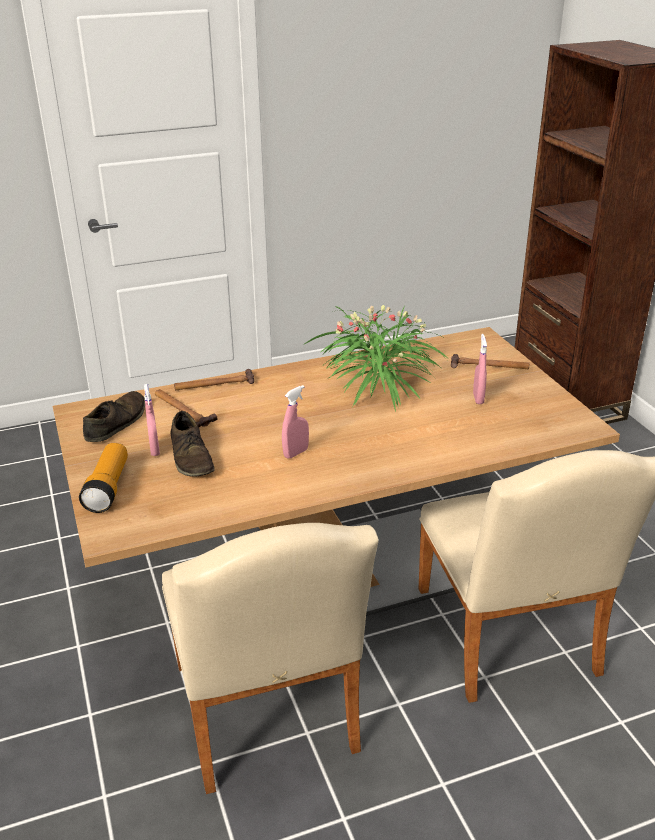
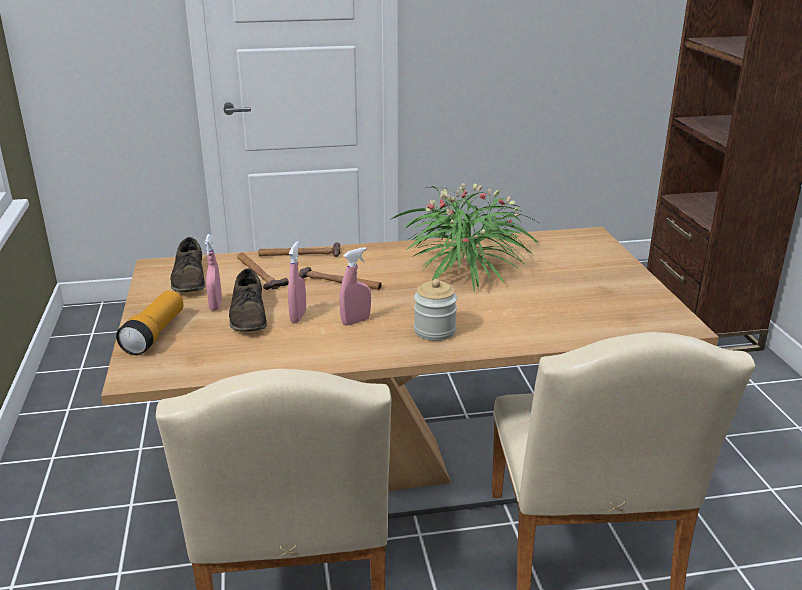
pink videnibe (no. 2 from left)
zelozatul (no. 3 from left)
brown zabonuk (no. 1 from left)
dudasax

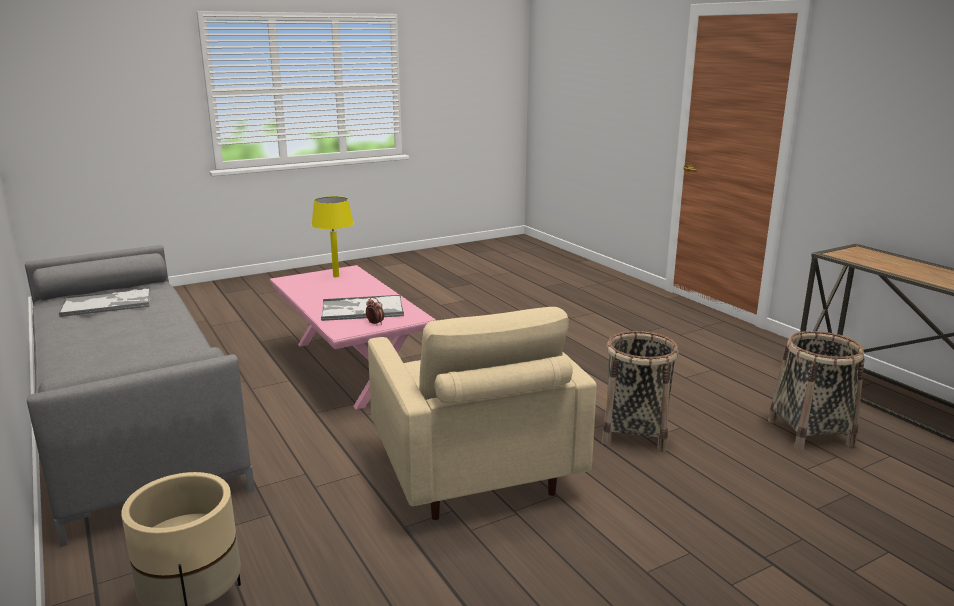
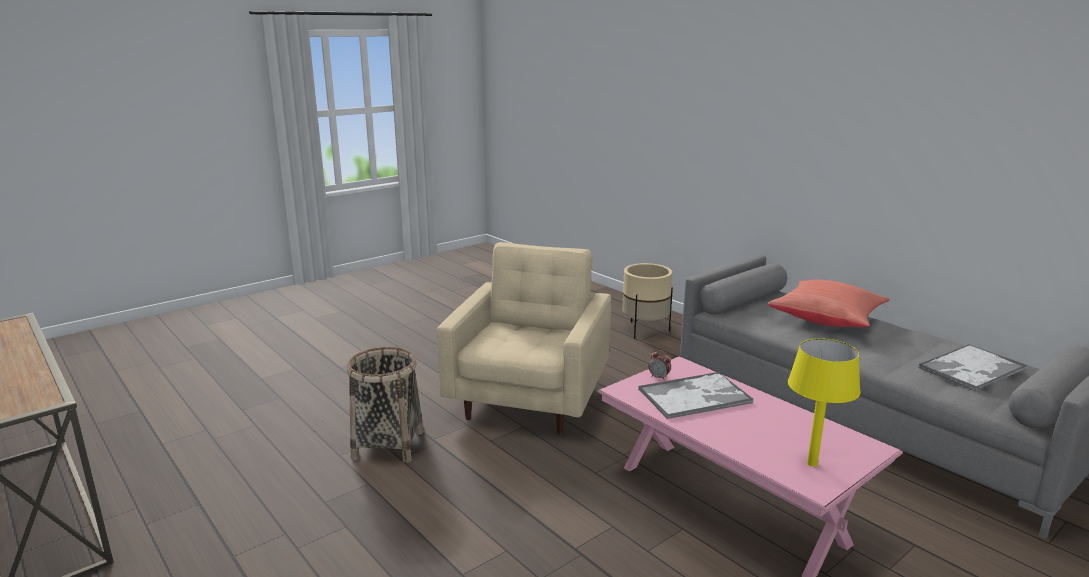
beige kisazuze
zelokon (no. 2 from left in the first image)
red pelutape

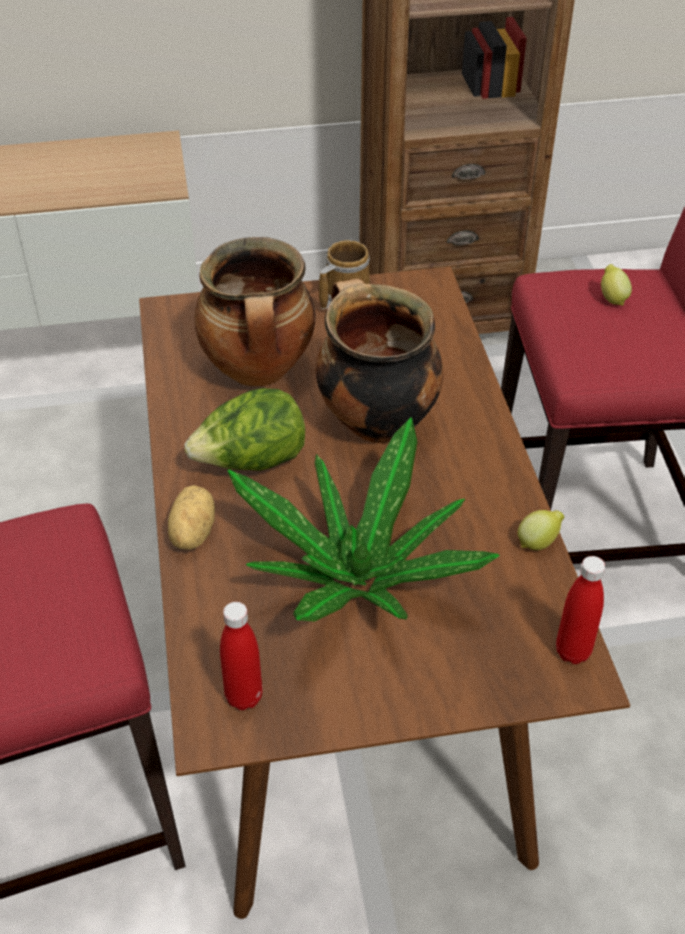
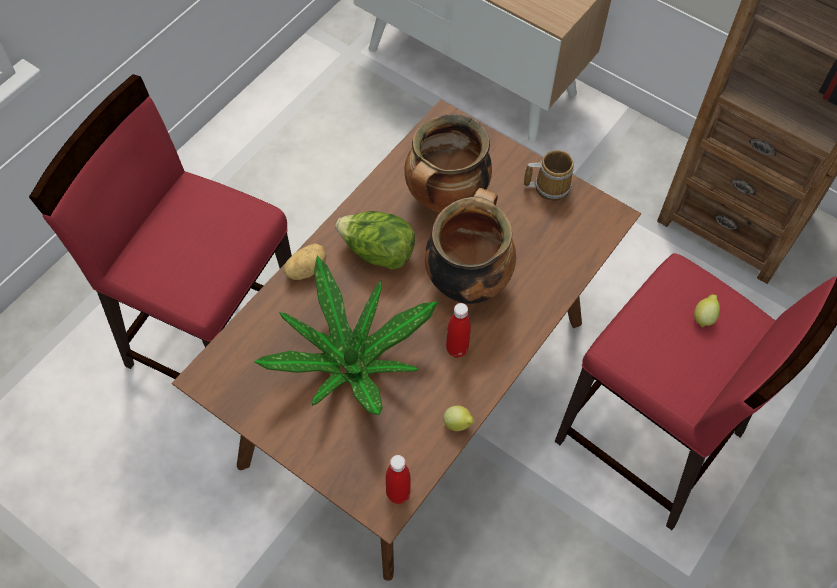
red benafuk (no. 2 from left)

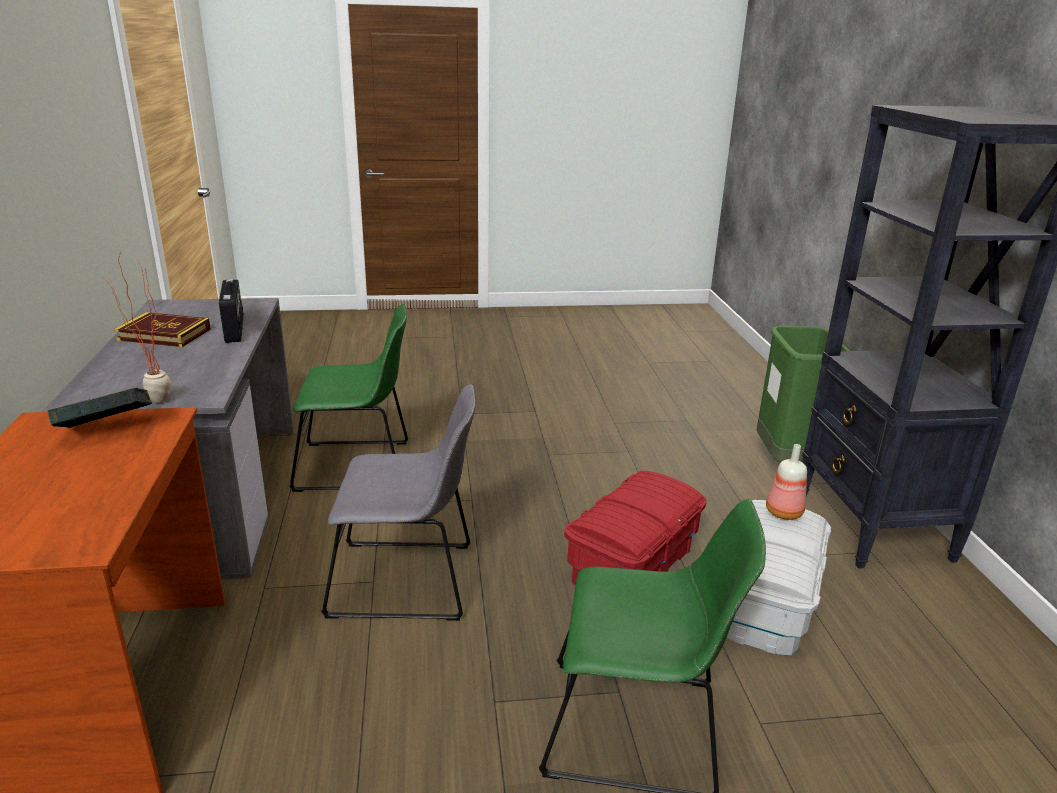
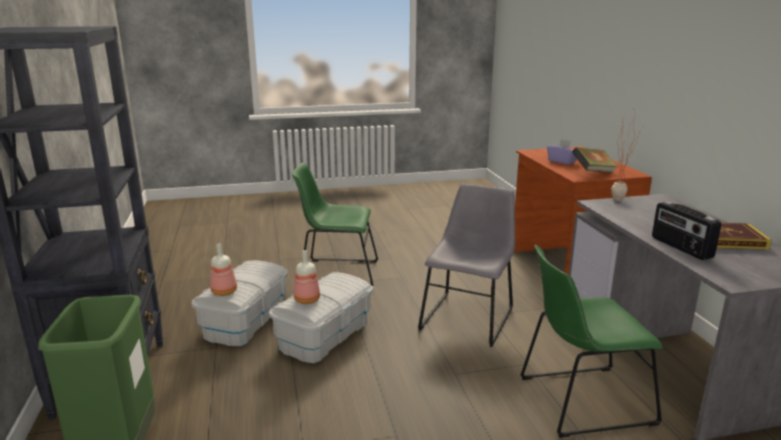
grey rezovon
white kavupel (no. 2 from left)
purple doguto
benafuk (no. 2 from left)

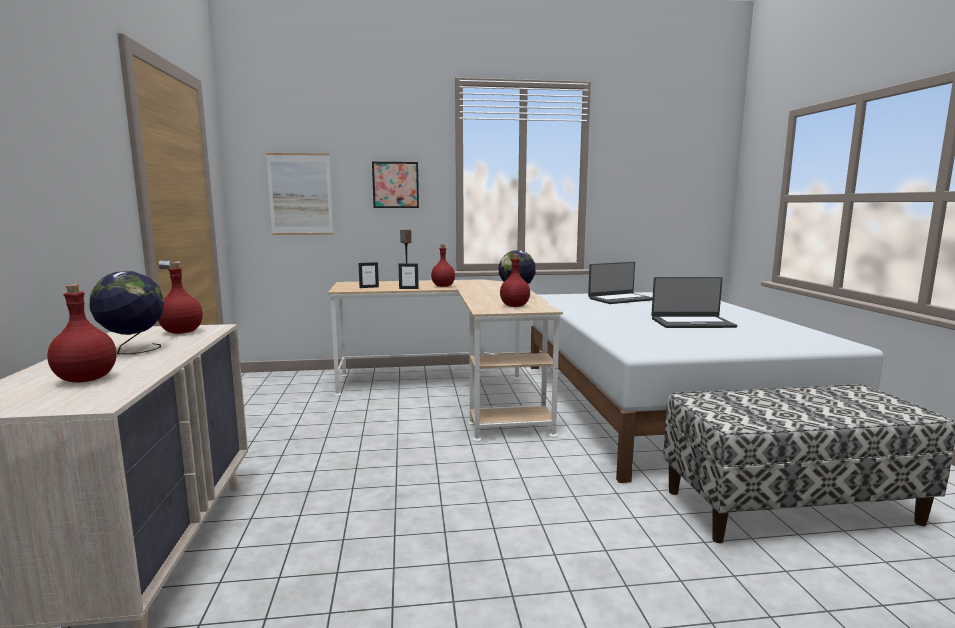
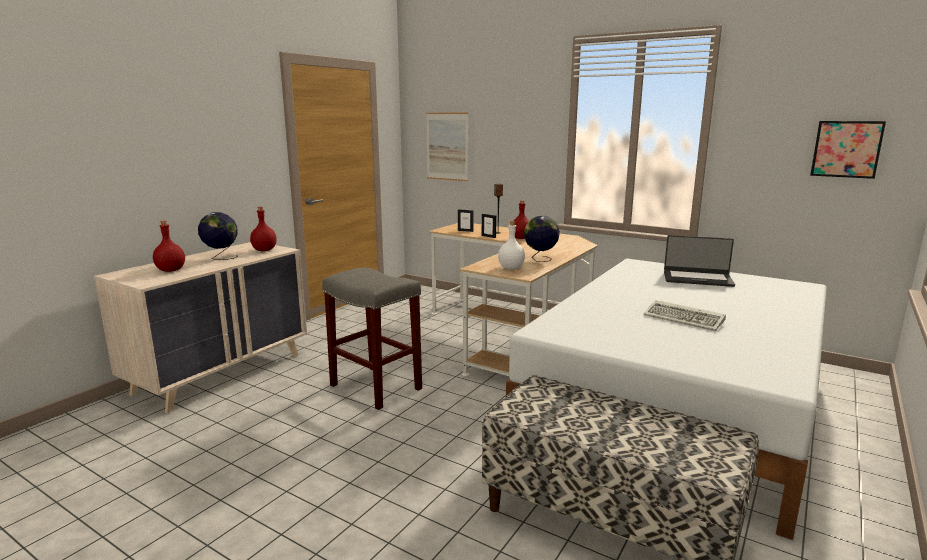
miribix (no. 2 from left)
white benafuk
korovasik
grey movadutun

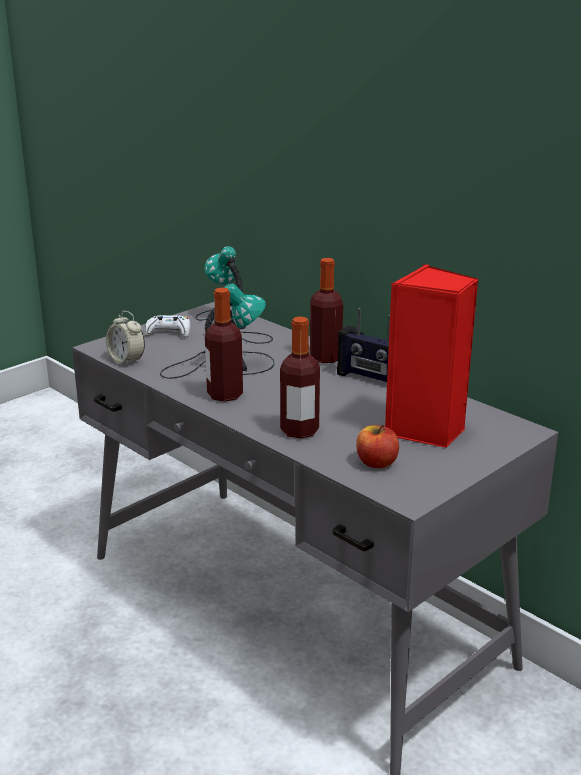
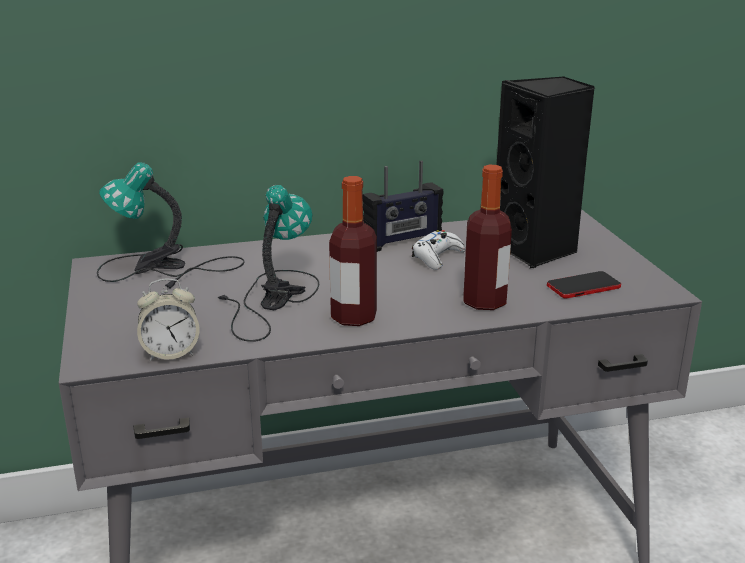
benafuk (no. 3 from left in the first image)
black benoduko
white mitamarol
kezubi

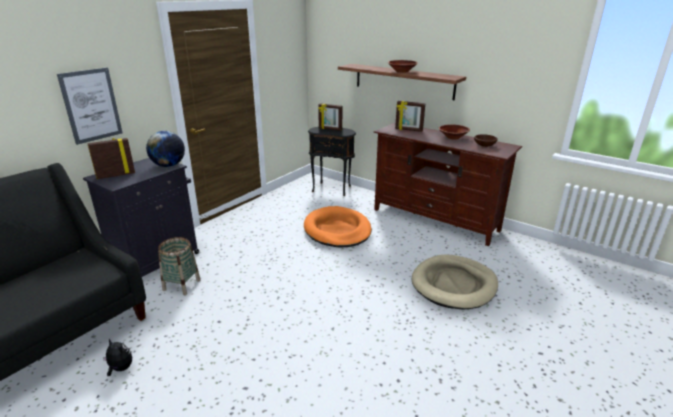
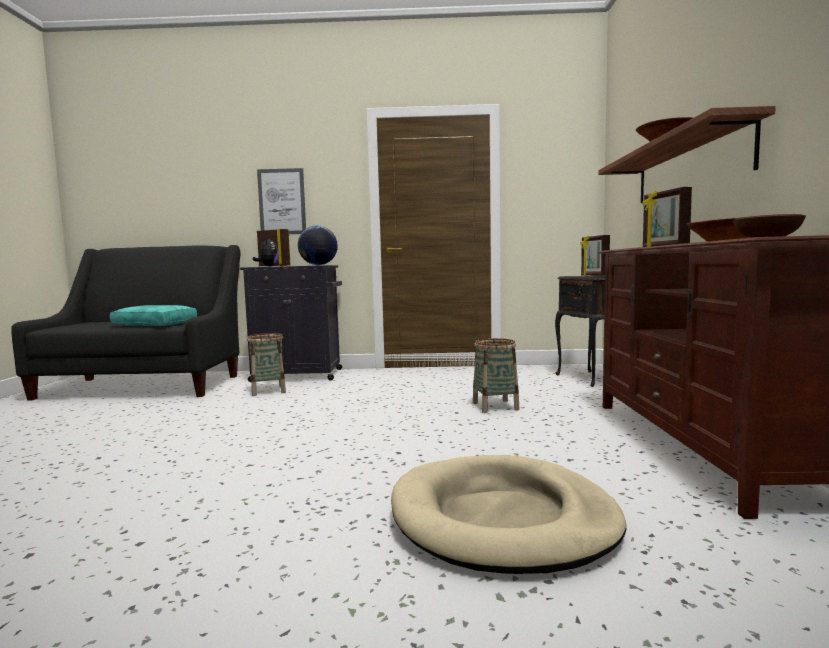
zelokon (no. 2 from left)
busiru
turquoise pelutape

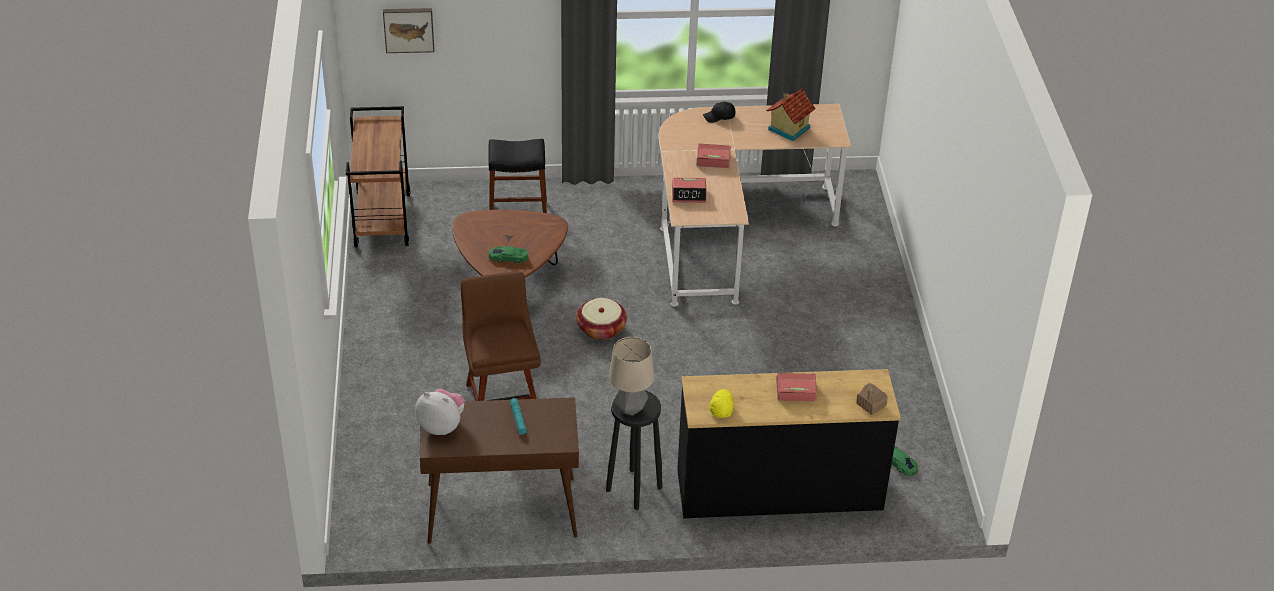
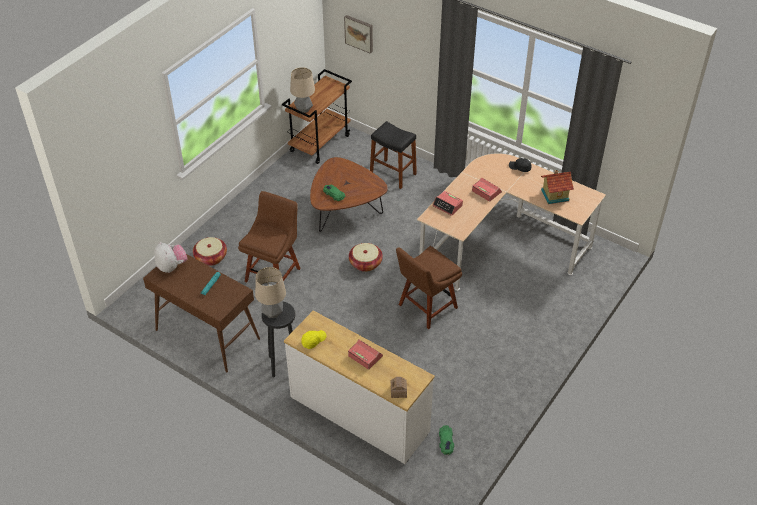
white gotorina
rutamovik (no. 2 from left)
zelokon (no. 1 from left)
brown rezovon (no. 2 from left)

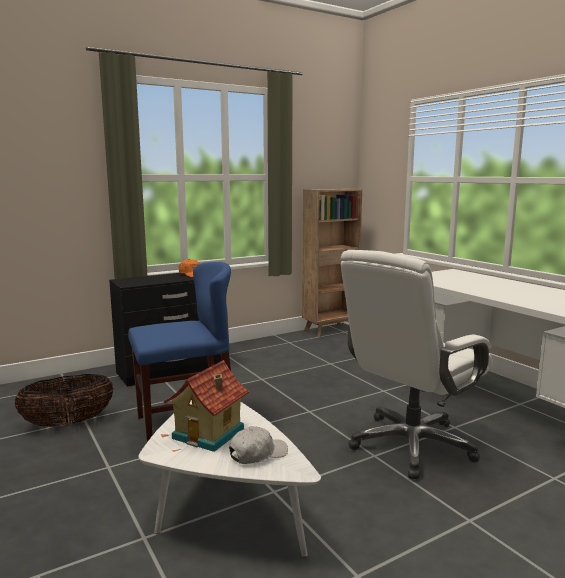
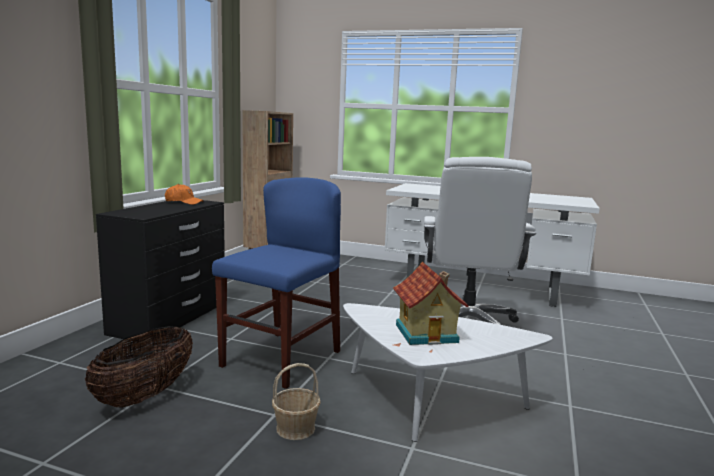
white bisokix
zelokon (no. 2 from left)

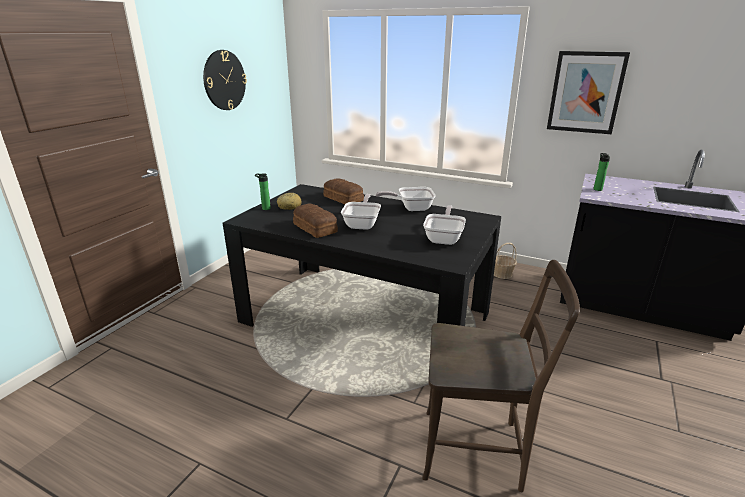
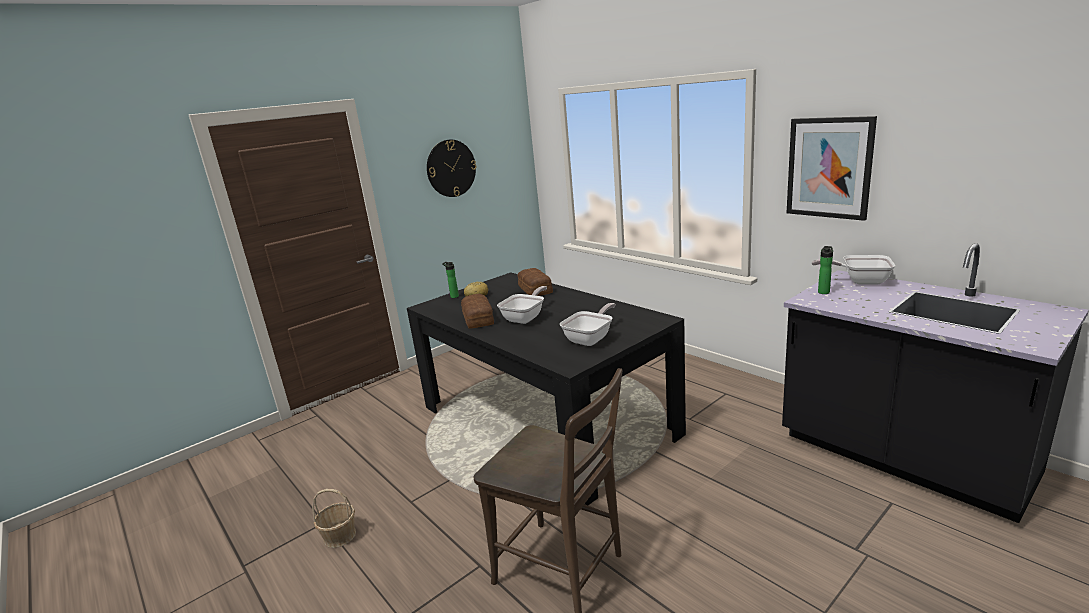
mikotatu (no. 3 from left)
zelokon

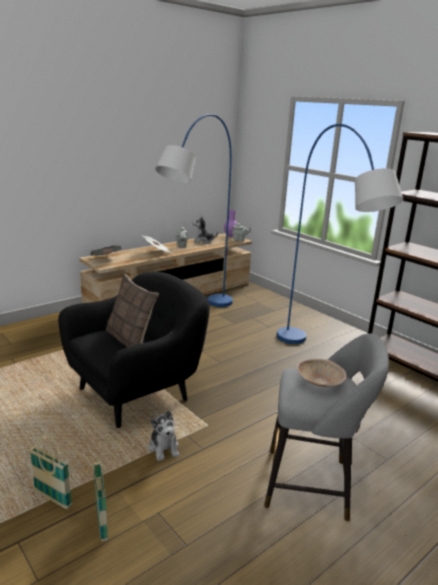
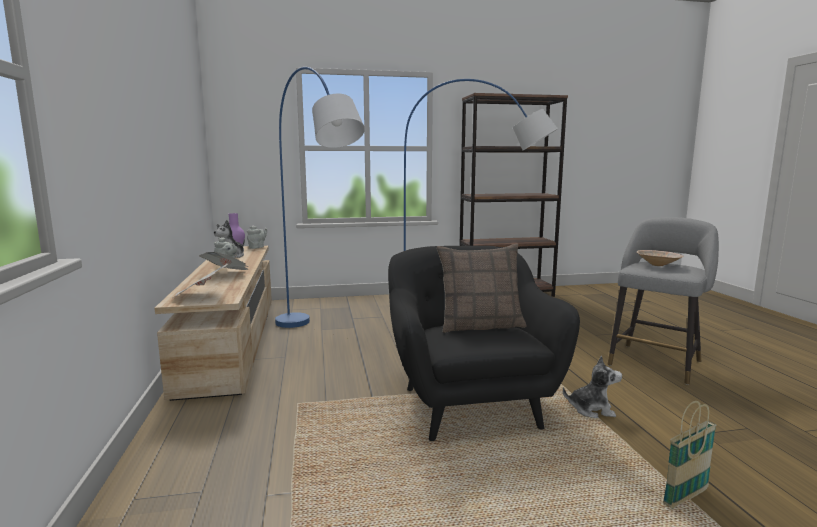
zelokon (no. 2 from left in the first image)

